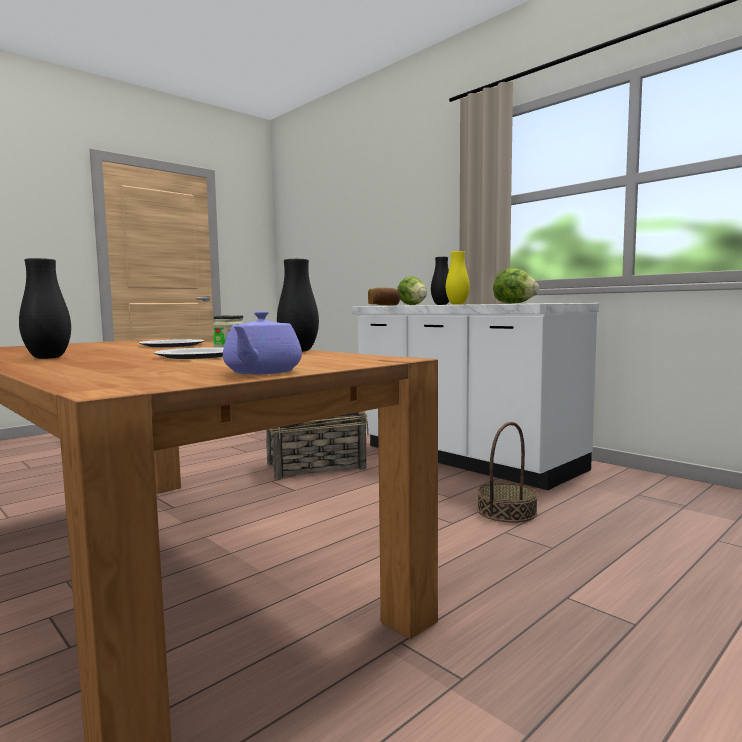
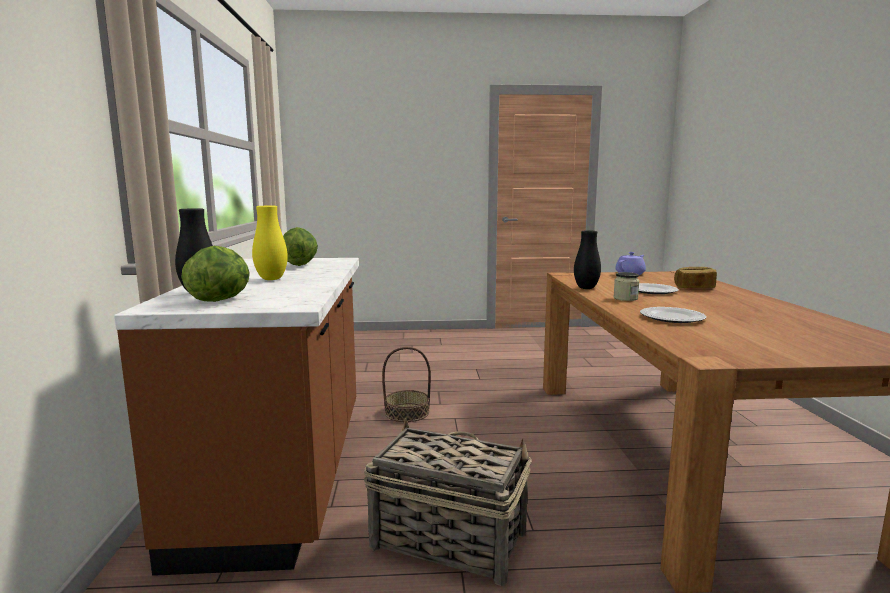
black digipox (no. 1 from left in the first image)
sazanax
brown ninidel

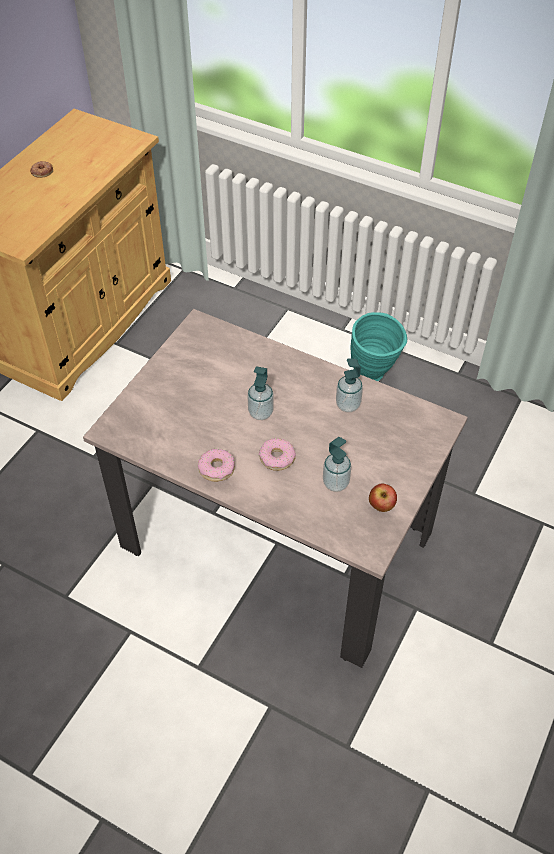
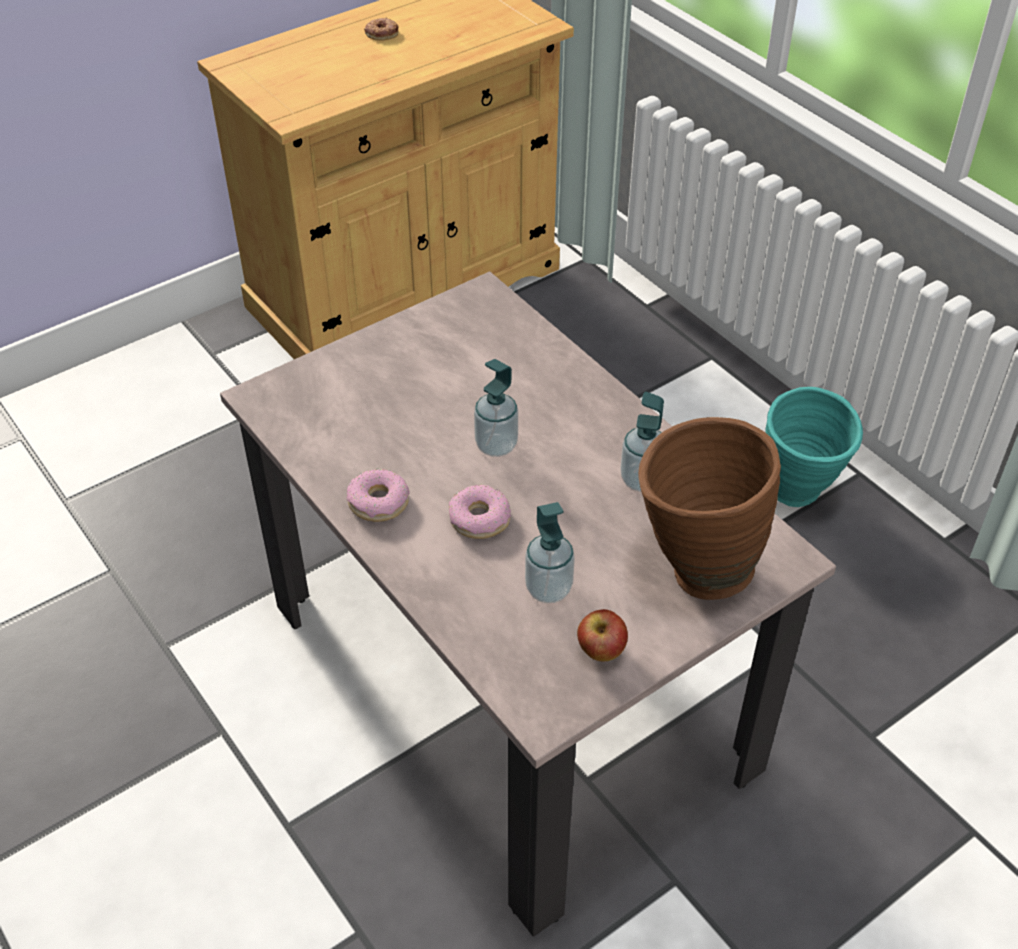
brown digipox

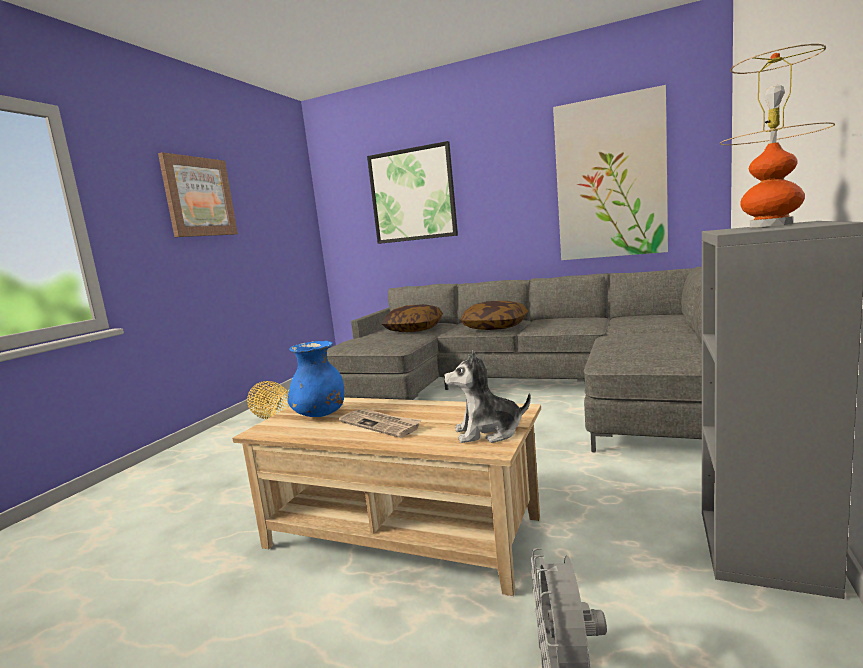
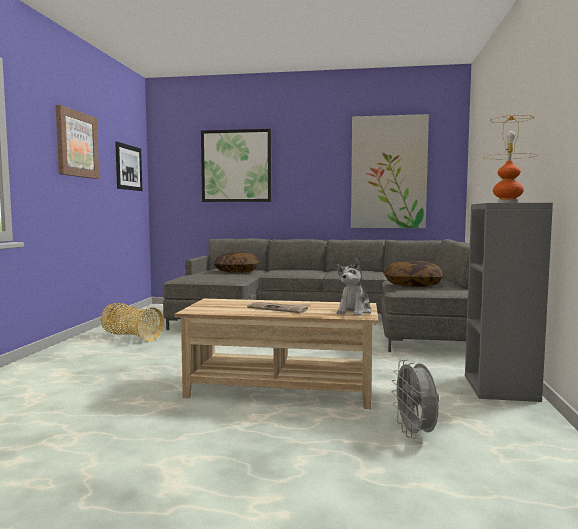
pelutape (no. 2 from left)
blue digipox
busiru
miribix (no. 2 from left)

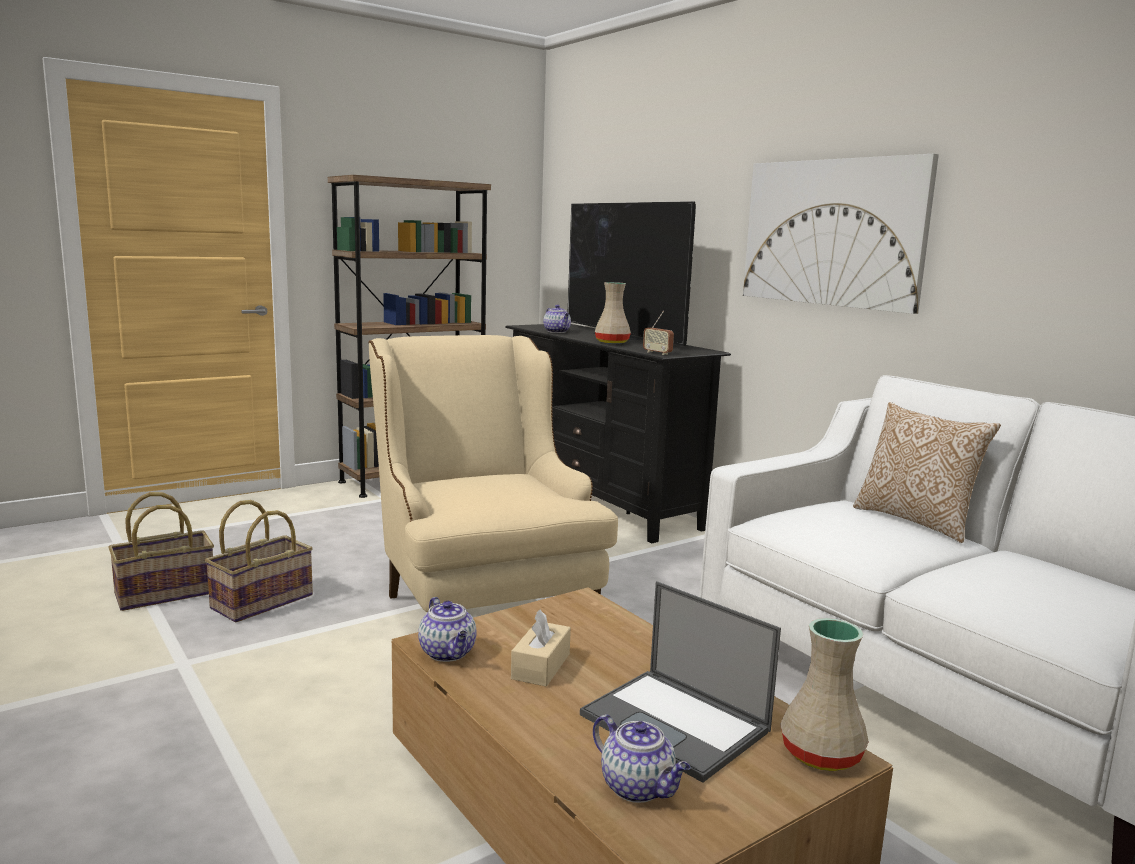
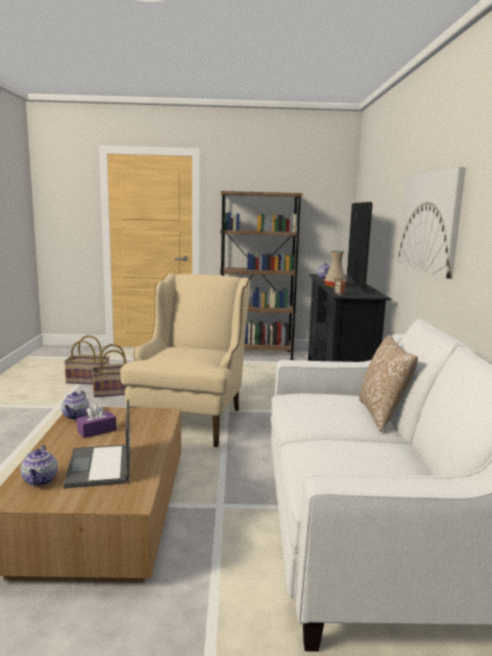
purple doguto
beige digipox (no. 2 from left in the first image)

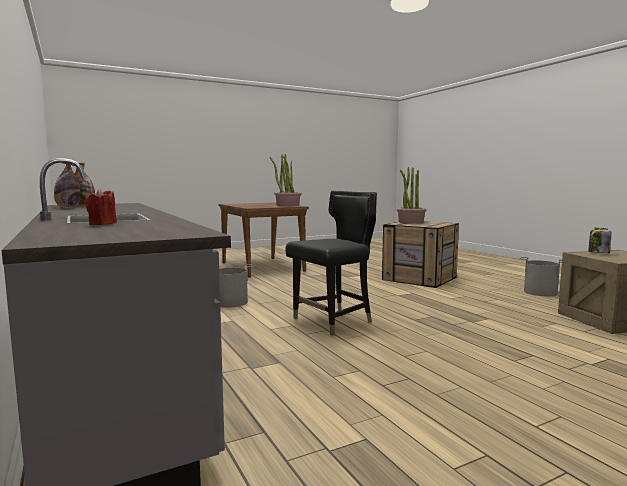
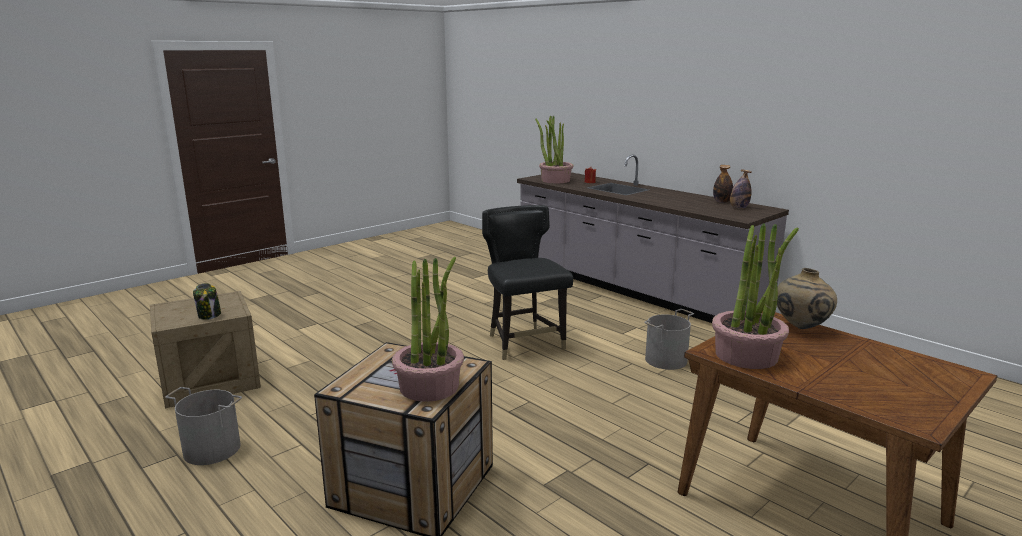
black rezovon
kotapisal (no. 2 from left)
beige digipox

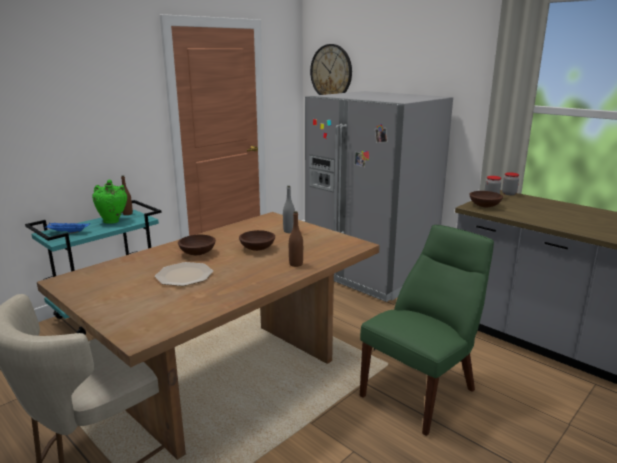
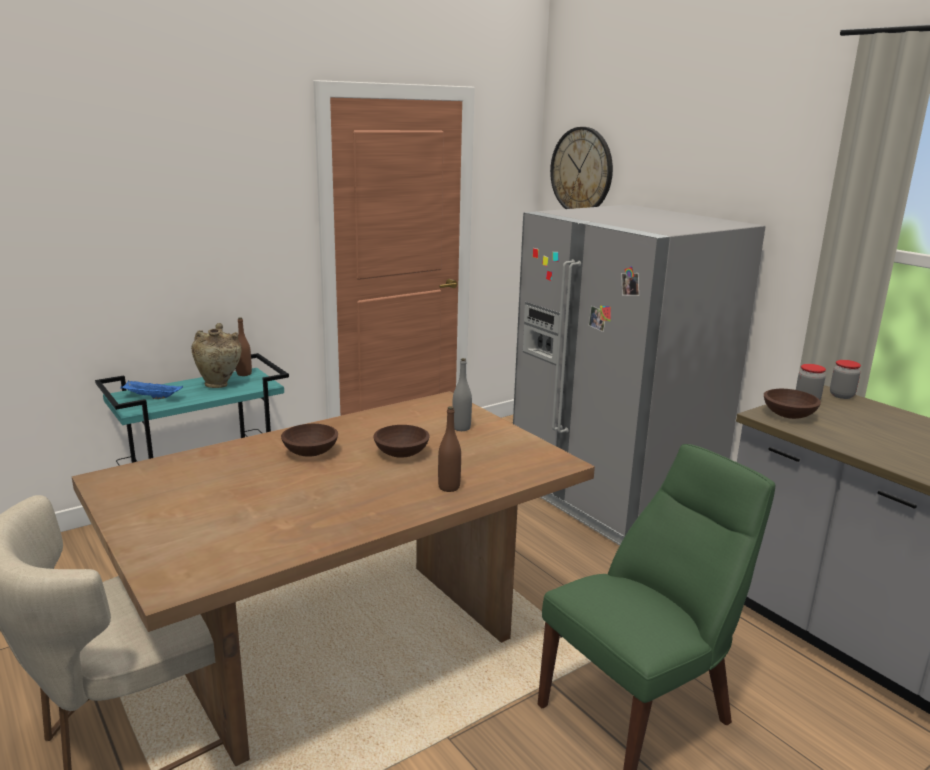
beige digipox
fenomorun

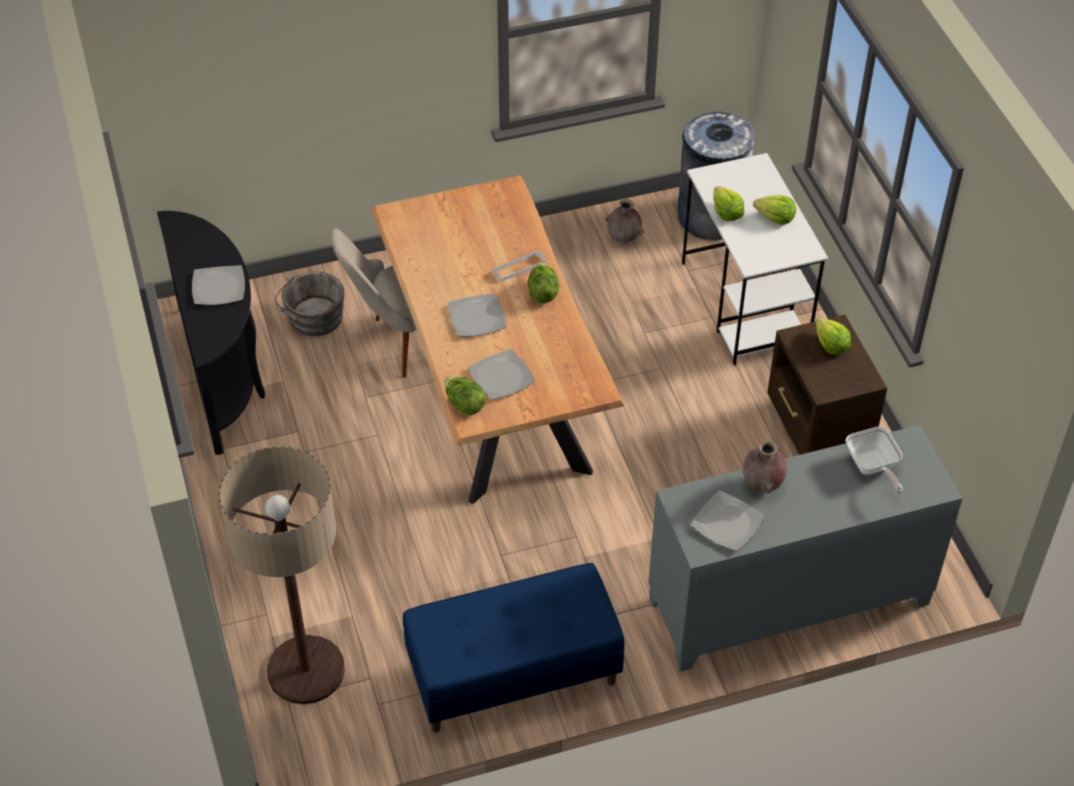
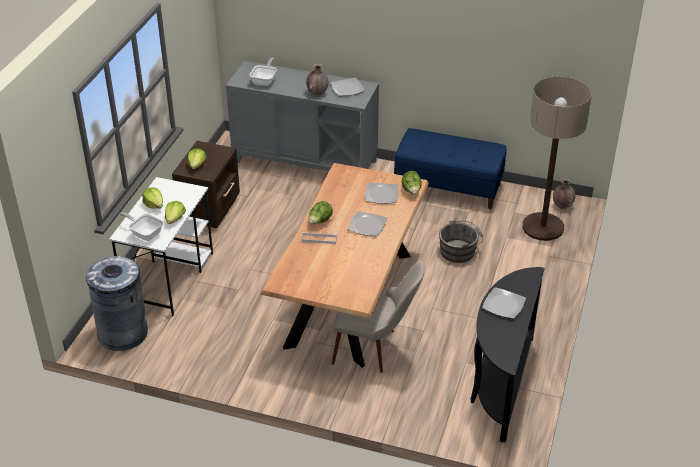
brown digipox (no. 2 from left)
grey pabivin
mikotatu (no. 1 from left)

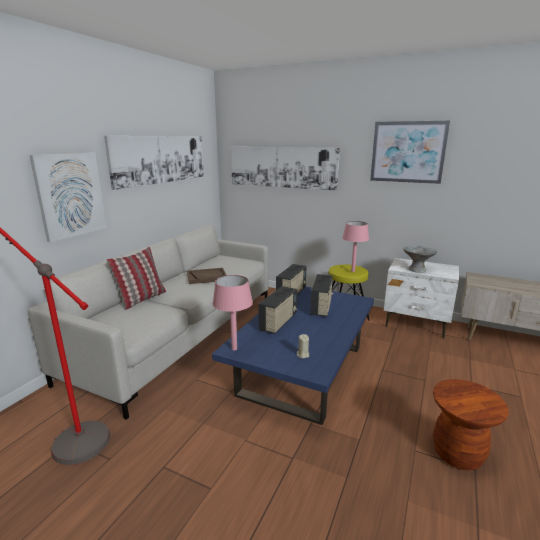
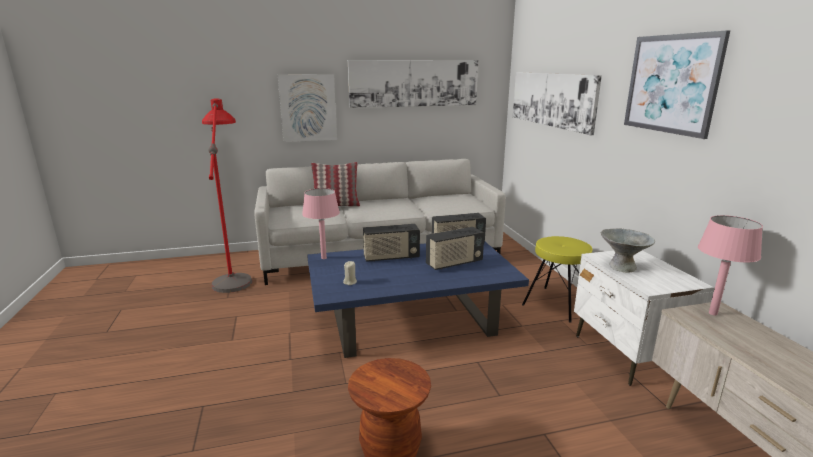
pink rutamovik (no. 2 from left)
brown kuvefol

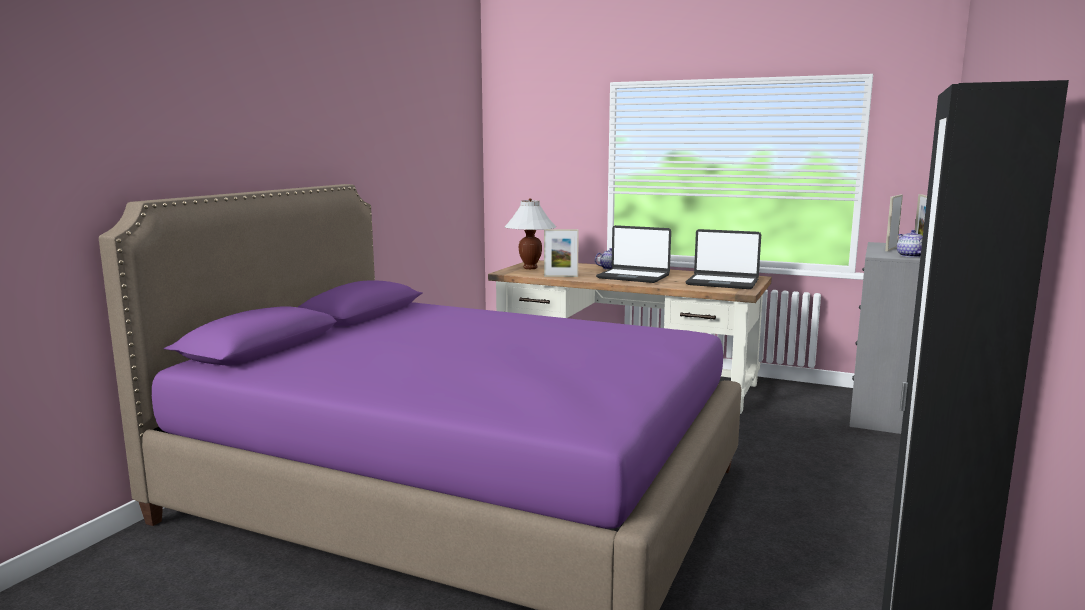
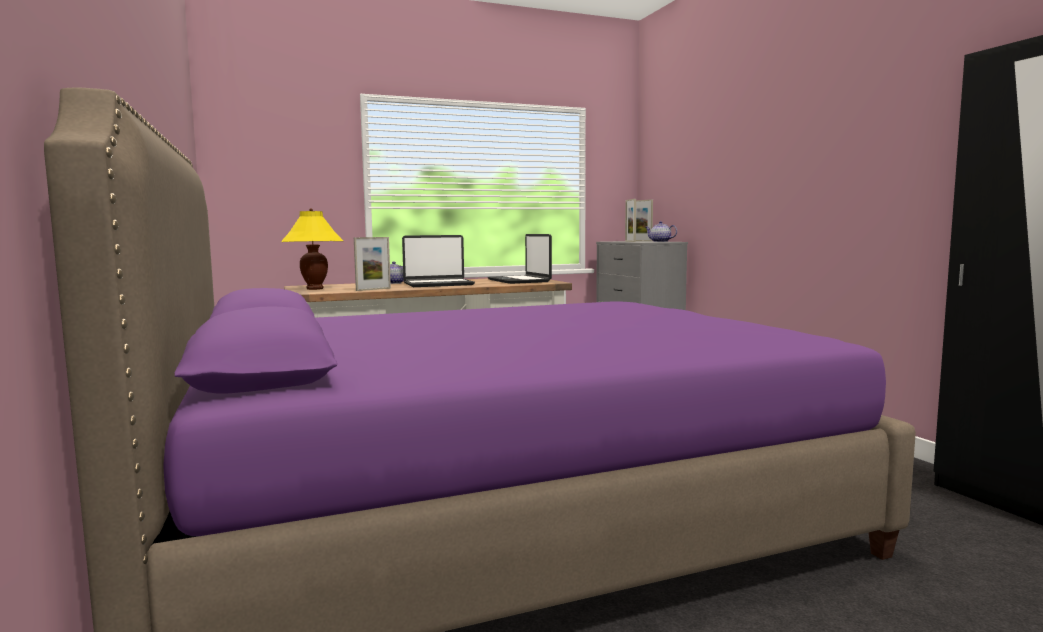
yellow rutamovik
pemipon (no. 2 from left)

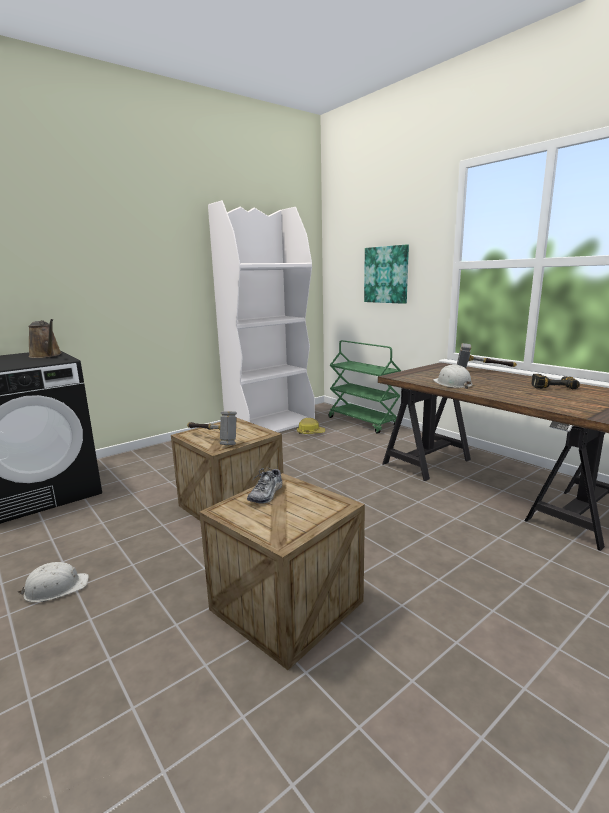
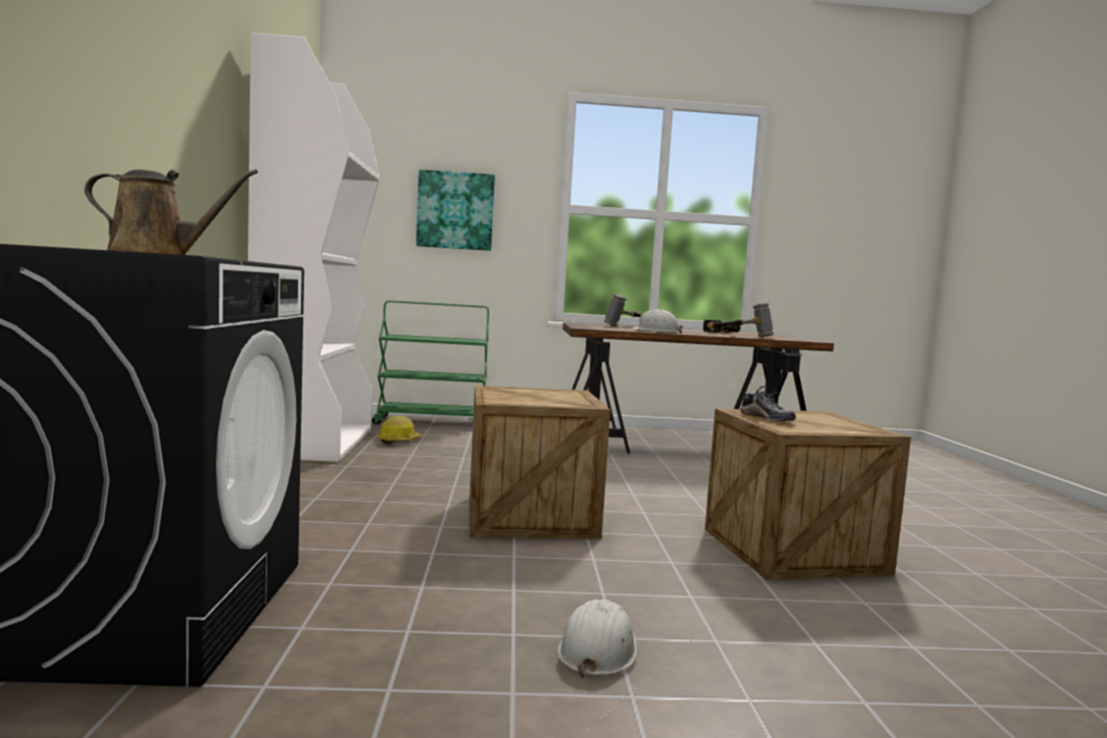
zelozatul (no. 2 from left)

